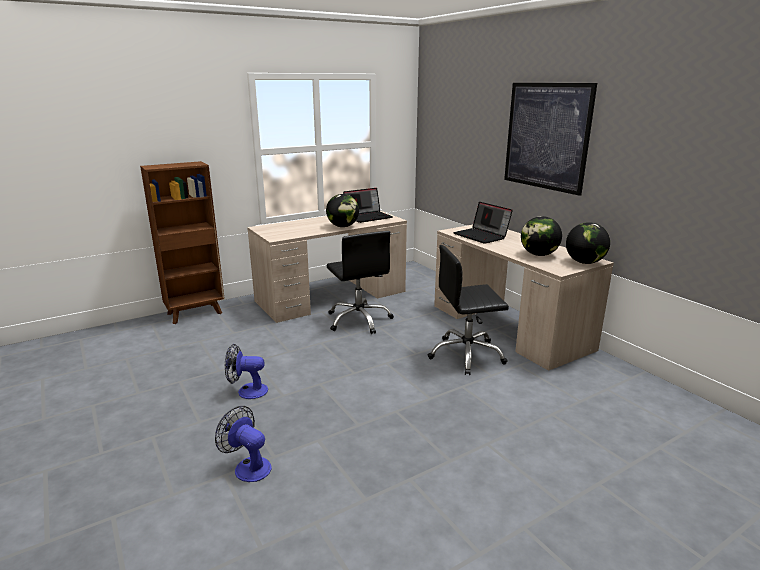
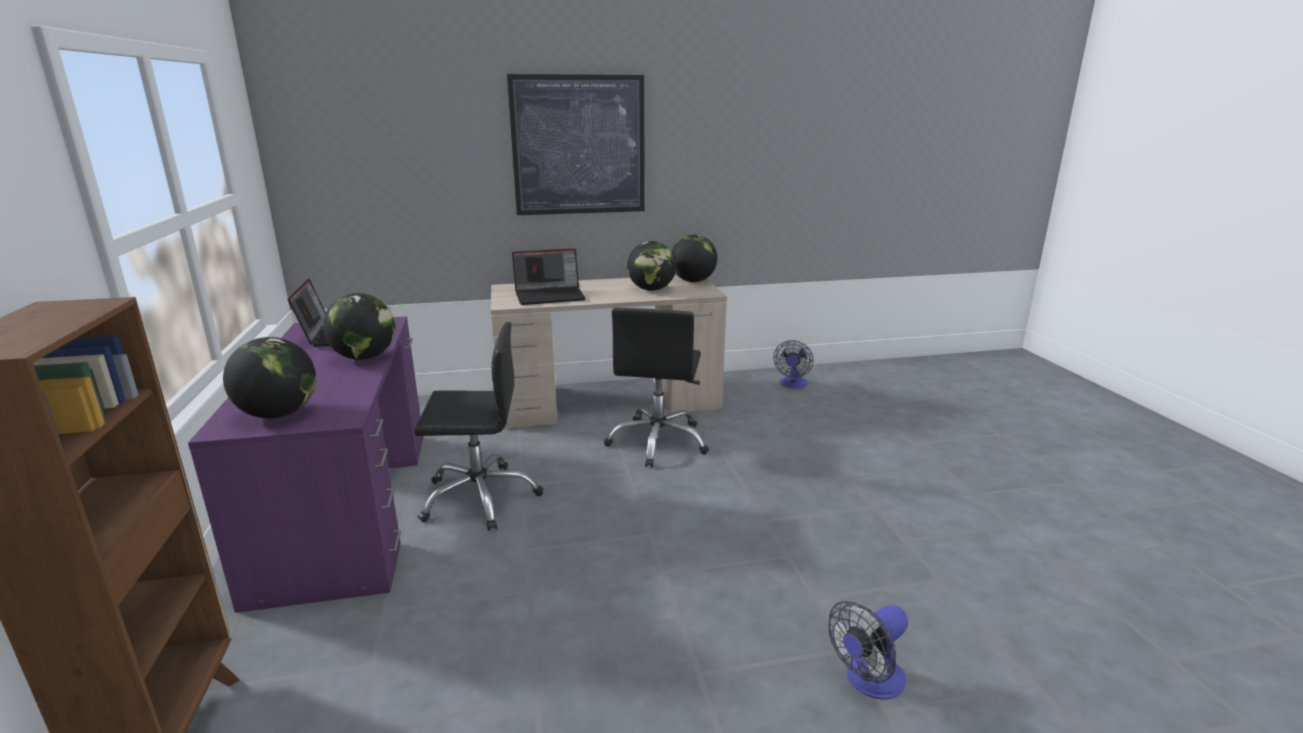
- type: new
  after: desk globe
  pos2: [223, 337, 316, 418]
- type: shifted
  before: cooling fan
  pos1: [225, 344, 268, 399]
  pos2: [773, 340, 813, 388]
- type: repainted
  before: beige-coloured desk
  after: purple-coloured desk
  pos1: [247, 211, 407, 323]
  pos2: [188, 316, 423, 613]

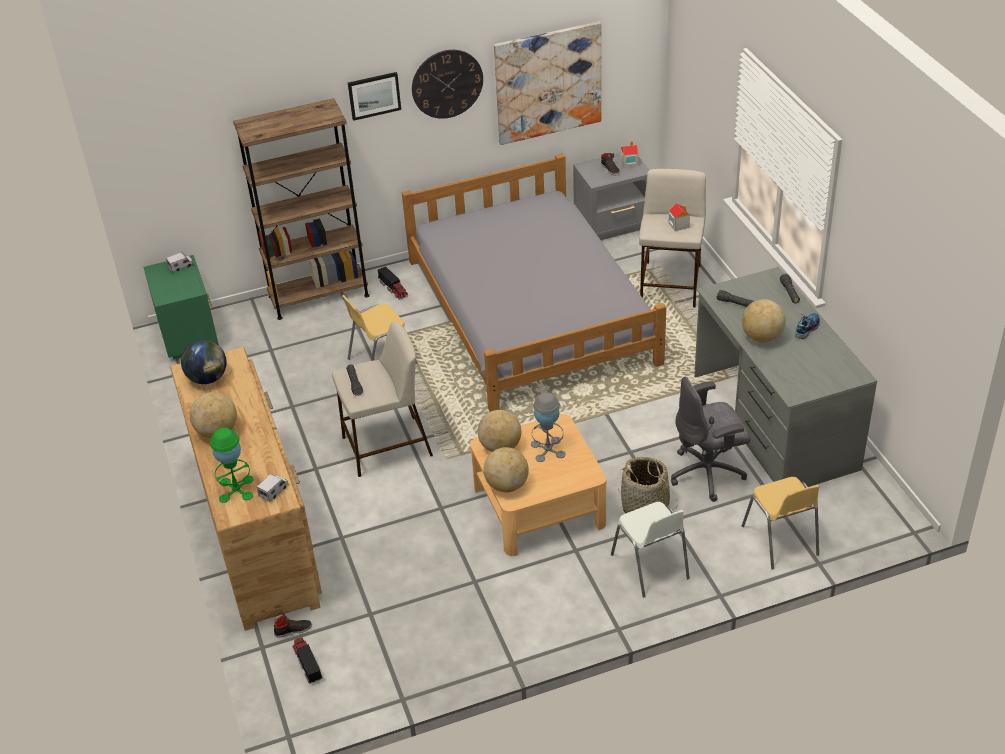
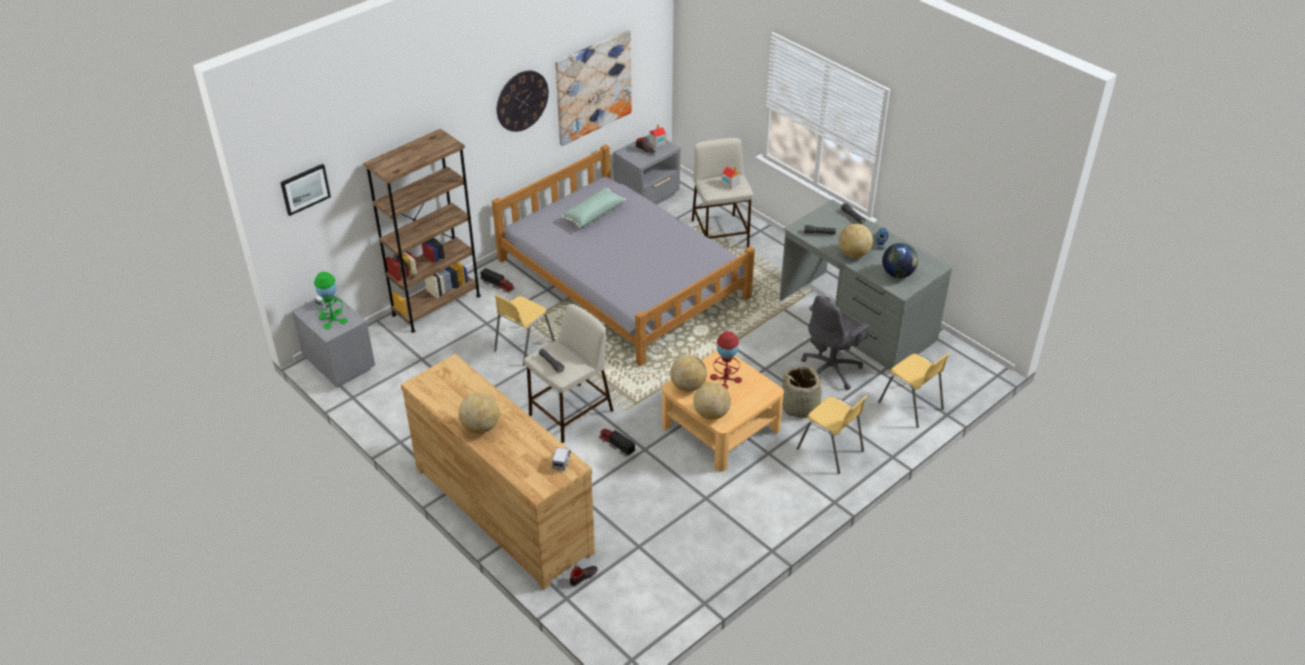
- type: new
  after: greenish pillow
  pos2: [562, 188, 626, 228]
- type: shifted
  before: desk globe
  pos1: [181, 340, 226, 384]
  pos2: [882, 243, 918, 278]
- type: shifted
  before: greenish tabletop lamp
  pos1: [210, 428, 254, 503]
  pos2: [314, 272, 348, 329]
- type: shifted
  before: toy truck
  pos1: [293, 637, 323, 684]
  pos2: [599, 428, 636, 457]
- type: shifted
  before: wall picture
  pos1: [348, 72, 401, 121]
  pos2: [280, 164, 331, 216]
- type: repainted
  before: greenish bedside table
  after: gray bedside table
  pos1: [143, 255, 219, 359]
  pos2: [292, 297, 375, 387]
- type: repainted
  before: gray tabletop lamp
  after: reddish tabletop lamp
  pos1: [531, 392, 566, 462]
  pos2: [710, 331, 742, 389]
- type: repainted
  before: white chair
  after: yellow chair
  pos1: [611, 502, 690, 597]
  pos2: [796, 396, 868, 474]

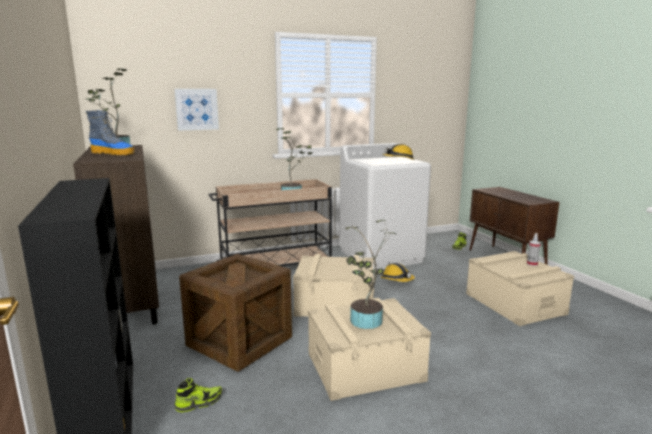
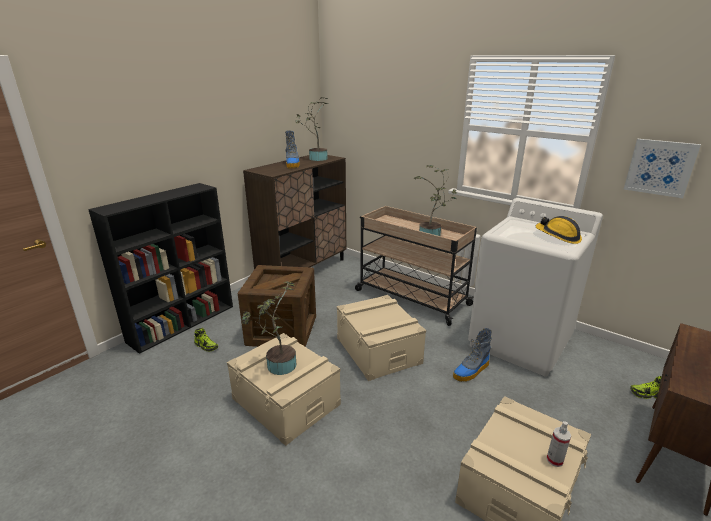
- type: shifted
  before: wall picture
  pos1: [174, 89, 219, 131]
  pos2: [624, 139, 701, 198]
- type: swapped
  before: work helmet
  after: high-top boot
  pos1: [381, 263, 415, 282]
  pos2: [453, 328, 492, 382]

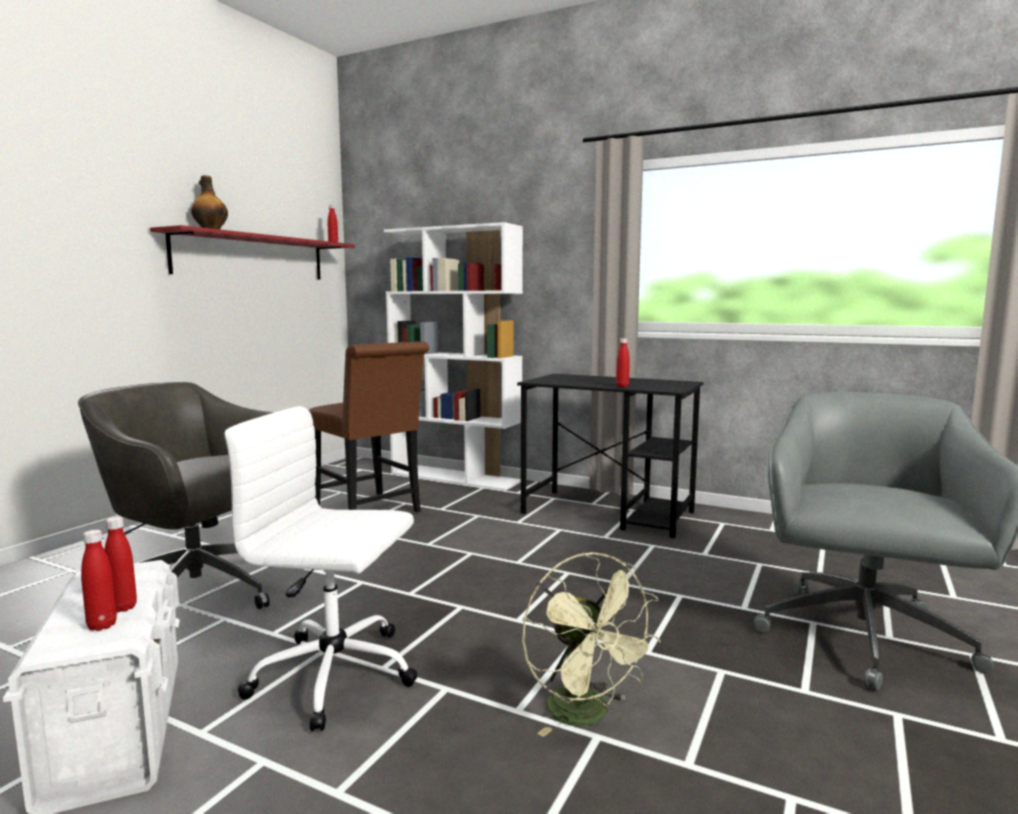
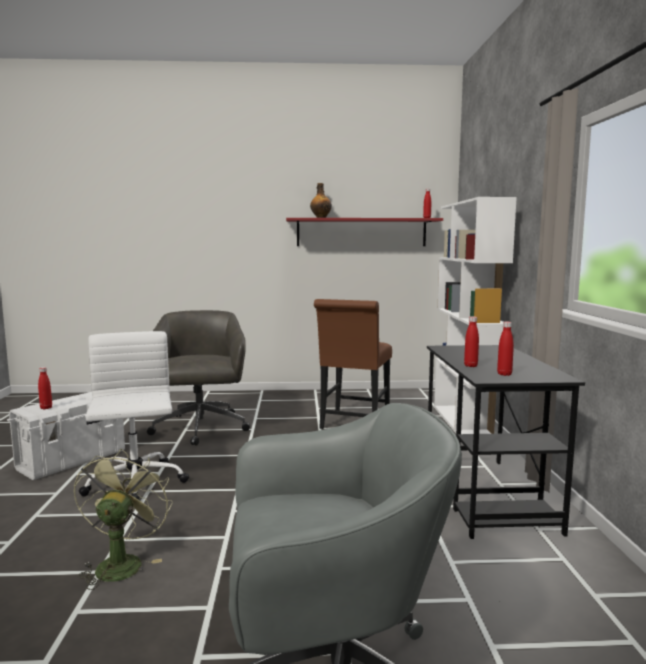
- type: shifted
  before: reddish drink bottle
  pos1: [104, 517, 137, 613]
  pos2: [497, 321, 514, 376]
- type: rotated
  before: greenish cooling fan
  pos1: [522, 552, 661, 737]
  pos2: [74, 449, 173, 590]
  turn: 150

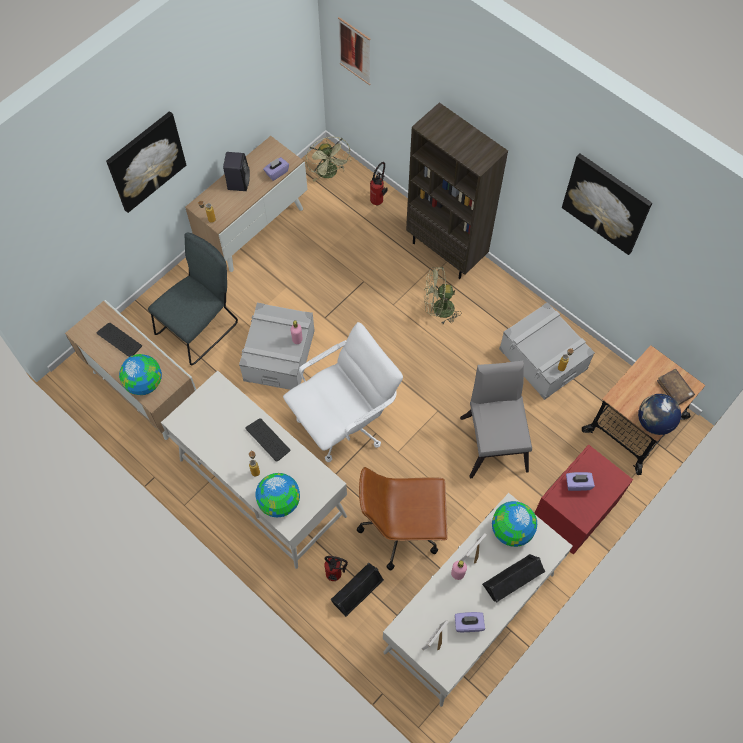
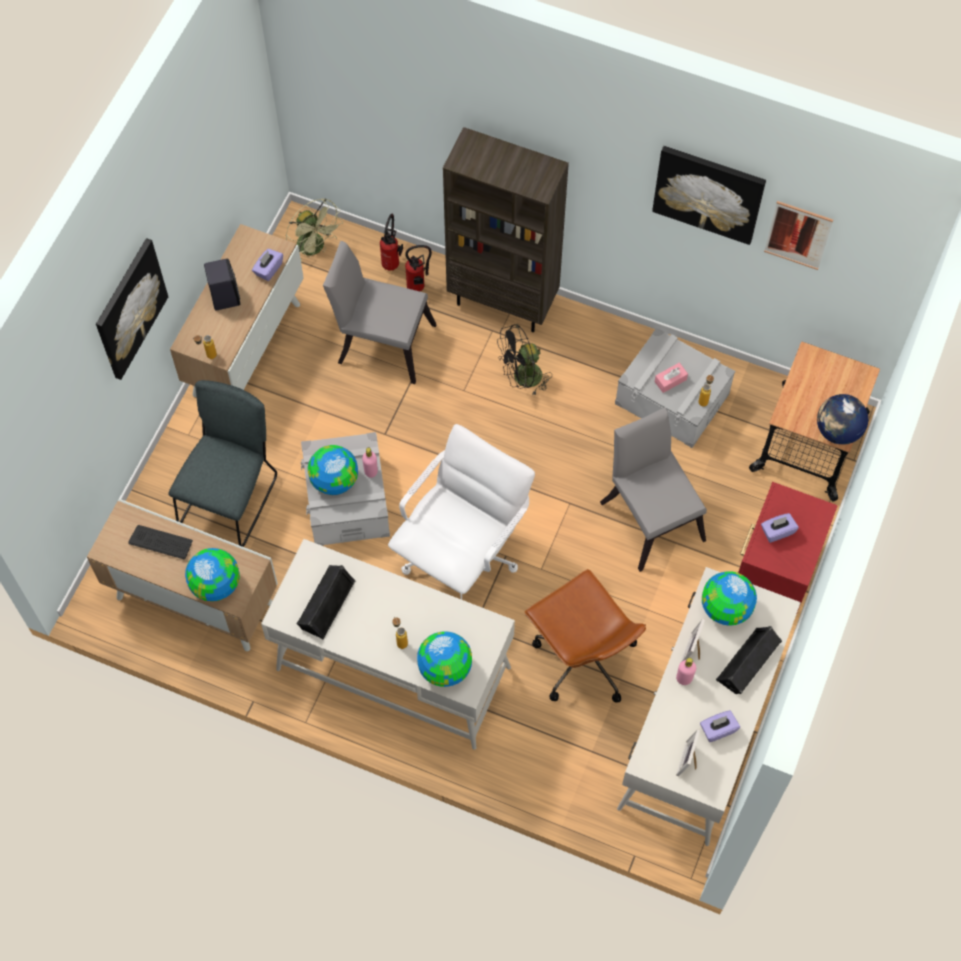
- type: gone
  before: PC keyboard
  pos1: [245, 418, 291, 462]
- type: gone
  before: brown volume
  pos1: [657, 369, 695, 405]
- type: new
  after: desk globe
  pos2: [308, 445, 358, 495]
- type: new
  after: gray chair
  pos2: [323, 241, 437, 384]
- type: new
  after: pinkish tissue holder
  pos2: [655, 363, 688, 393]
- type: shifted
  before: extinguisher
  pos1: [324, 556, 348, 581]
  pos2: [405, 245, 432, 291]
- type: shifted
  before: blackish speaker
  pos1: [330, 563, 384, 617]
  pos2: [296, 565, 355, 639]
- type: shifted
  before: wall picture
  pos1: [338, 17, 370, 85]
  pos2: [764, 201, 833, 270]
- type: repainted
  before: greenish cooling fan
  after: blackish cooling fan
  pos1: [424, 267, 461, 325]
  pos2: [497, 324, 552, 396]
- type: rotated
  before: brown desk chair
  pos1: [357, 467, 448, 571]
  pos2: [524, 569, 646, 703]
  turn: -105

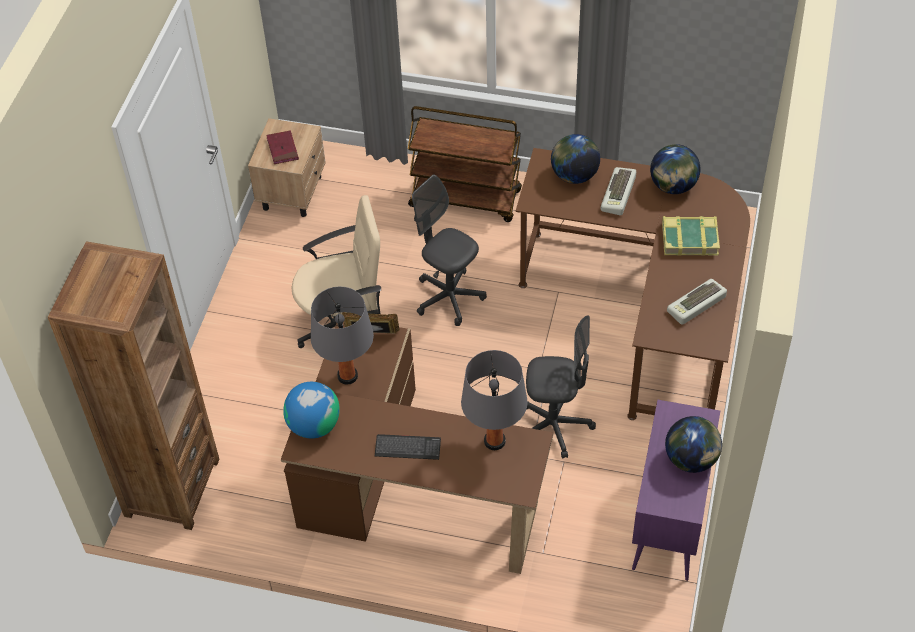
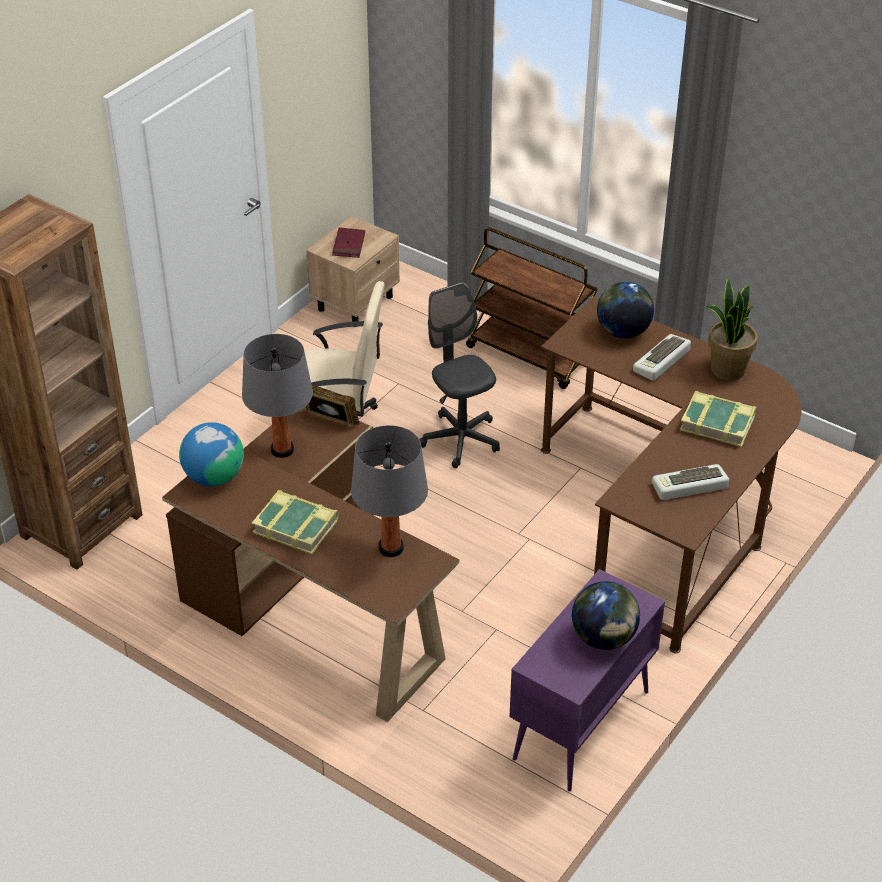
- type: gone
  before: gray desk chair
  pos1: [526, 316, 596, 459]
- type: swapped
  before: PC keyboard
  after: volume
  pos1: [375, 434, 441, 460]
  pos2: [252, 490, 339, 555]
- type: swapped
  before: desk globe
  after: potted plant
  pos1: [650, 144, 701, 194]
  pos2: [705, 278, 758, 381]

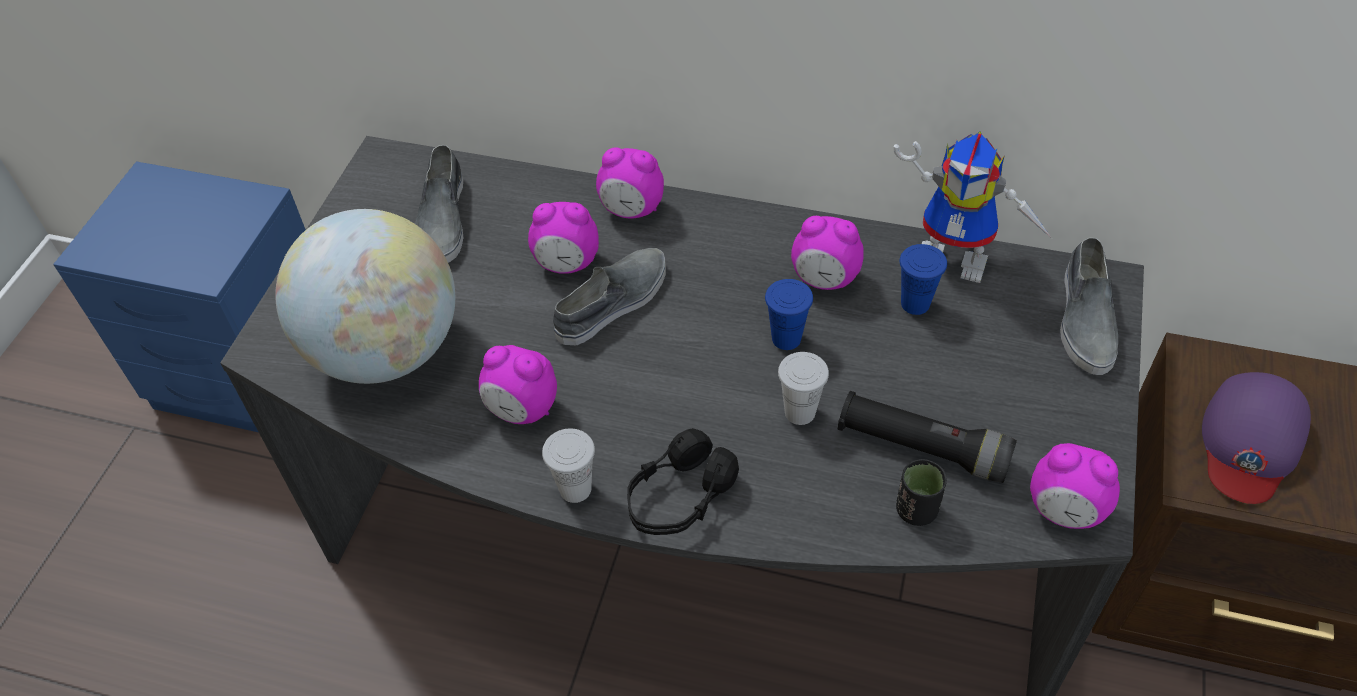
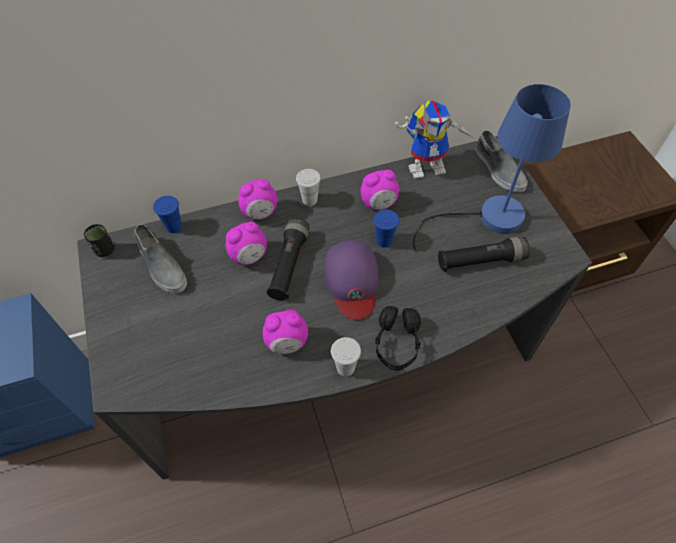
- type: gone
  before: desk globe
  pos1: [275, 209, 455, 384]
- type: gone
  before: table clock
  pos1: [1030, 443, 1120, 529]
- type: new
  after: bluish tabletop lamp
  pos2: [413, 84, 571, 252]
- type: shifted
  before: white small cup
  pos1: [778, 352, 829, 425]
  pos2: [296, 169, 321, 206]
- type: shifted
  before: blackish small cup
  pos1: [896, 459, 947, 526]
  pos2: [84, 224, 115, 257]
- type: shifted
  before: bluish small cup
  pos1: [900, 244, 947, 315]
  pos2: [153, 196, 182, 233]
- type: shifted
  before: purple-coloured cap
  pos1: [1202, 372, 1311, 504]
  pos2: [324, 240, 379, 319]
- type: swapped
  before: gray item of footwear
  after: blackish hand torch
  pos1: [553, 248, 666, 345]
  pos2: [267, 218, 309, 300]

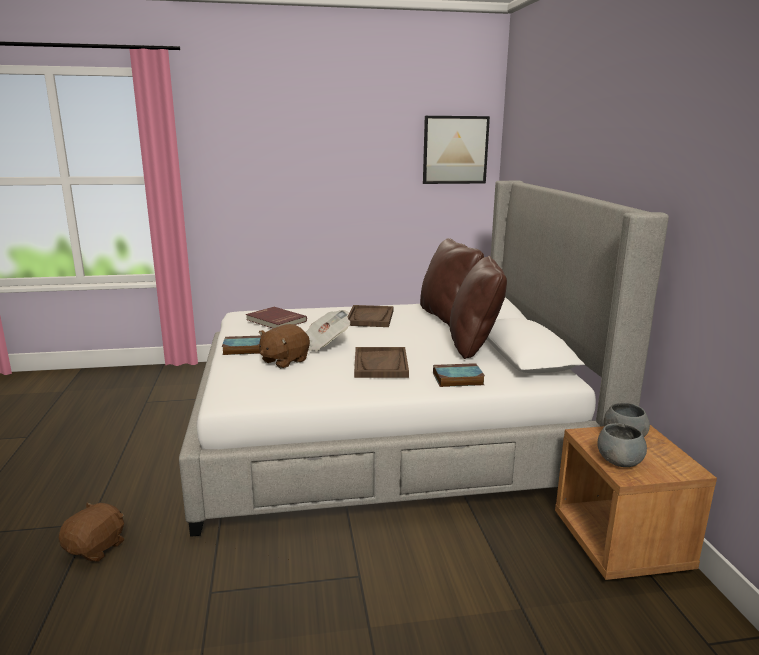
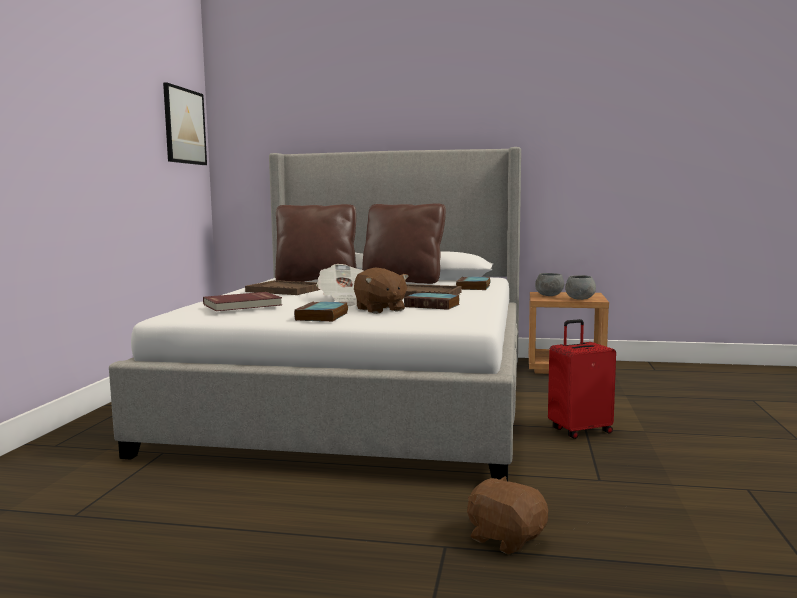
- type: new
  after: volume
  pos2: [404, 292, 460, 310]
- type: new
  after: reddish suitcase
  pos2: [548, 319, 616, 439]

